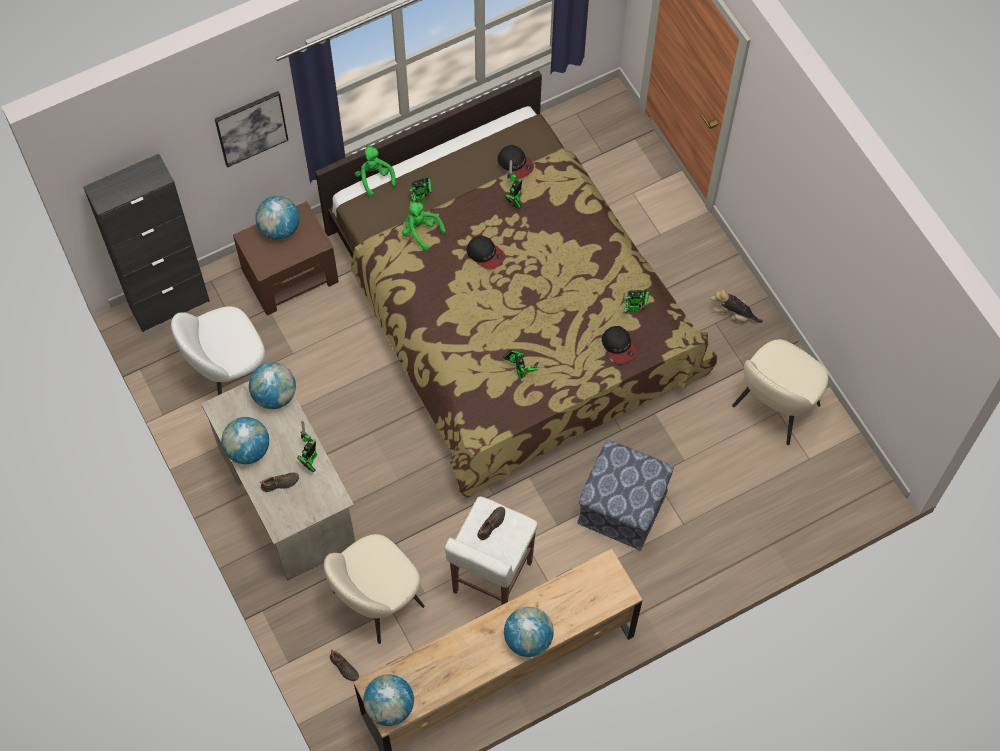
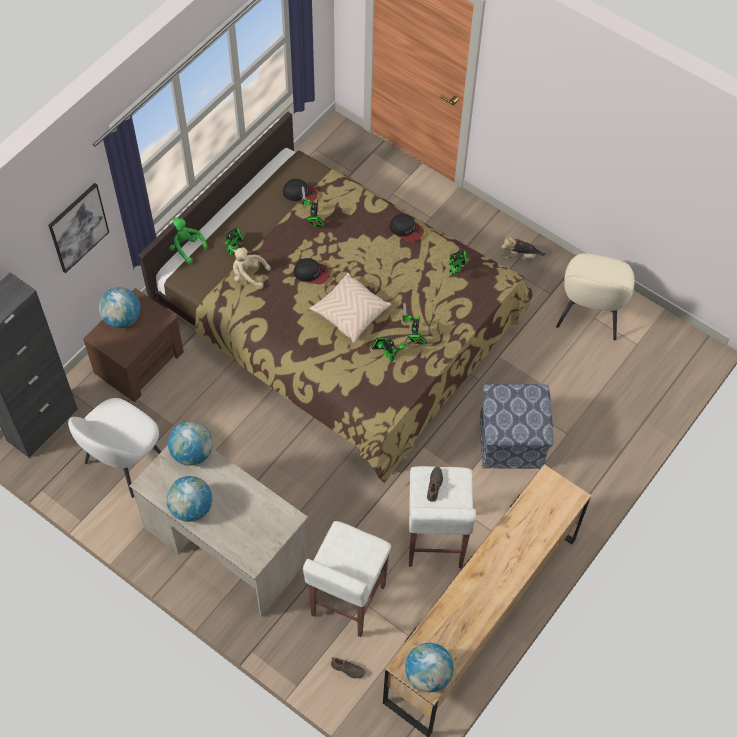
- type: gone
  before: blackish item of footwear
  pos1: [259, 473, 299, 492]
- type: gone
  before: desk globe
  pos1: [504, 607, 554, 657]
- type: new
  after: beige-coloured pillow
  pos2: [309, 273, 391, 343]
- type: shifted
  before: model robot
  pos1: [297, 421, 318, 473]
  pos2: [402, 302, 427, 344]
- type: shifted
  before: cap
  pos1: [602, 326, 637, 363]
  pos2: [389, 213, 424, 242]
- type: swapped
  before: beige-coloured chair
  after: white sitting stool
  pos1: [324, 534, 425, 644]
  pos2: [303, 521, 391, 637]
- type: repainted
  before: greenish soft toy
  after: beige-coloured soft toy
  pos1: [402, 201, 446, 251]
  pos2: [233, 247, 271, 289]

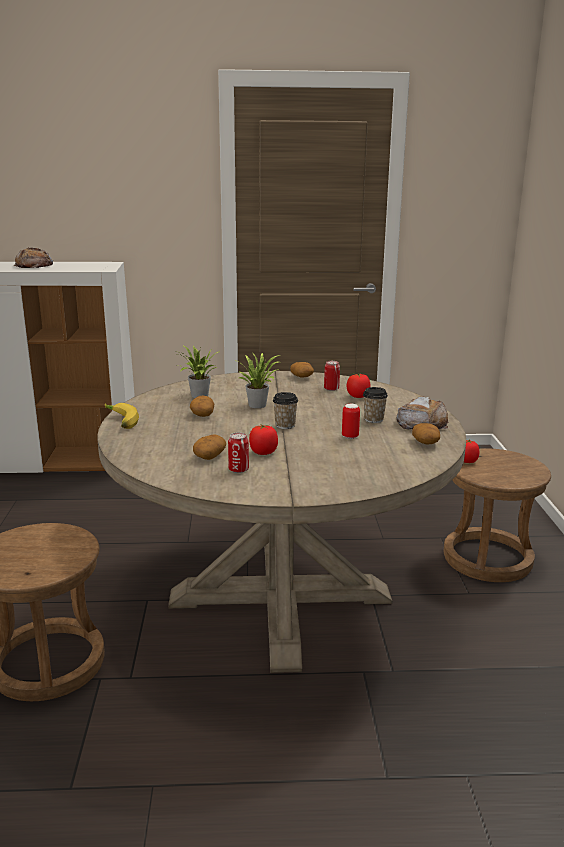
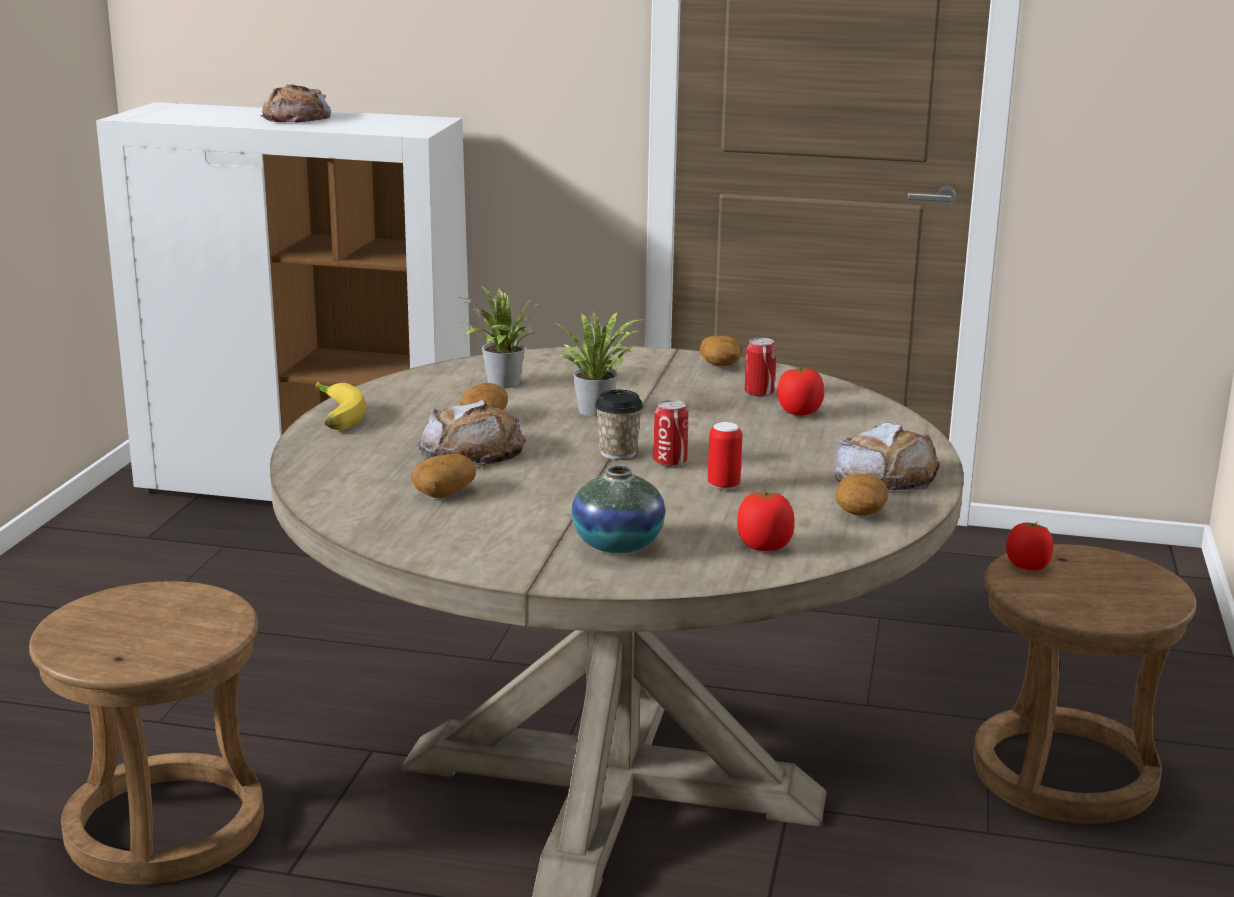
- type: gone
  before: small cup
  pos1: [363, 387, 388, 423]
- type: new
  after: baked bread
  pos2: [418, 400, 526, 467]
- type: new
  after: flower vase
  pos2: [572, 466, 665, 553]
- type: shifted
  before: sealed can
  pos1: [228, 432, 249, 473]
  pos2: [653, 400, 688, 467]
- type: shifted
  before: tomato
  pos1: [249, 424, 278, 455]
  pos2: [737, 489, 795, 551]

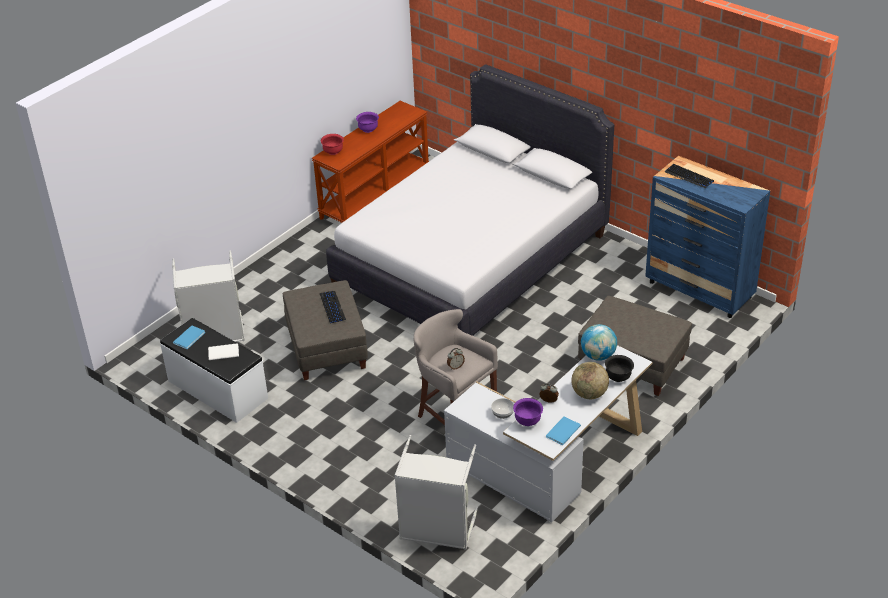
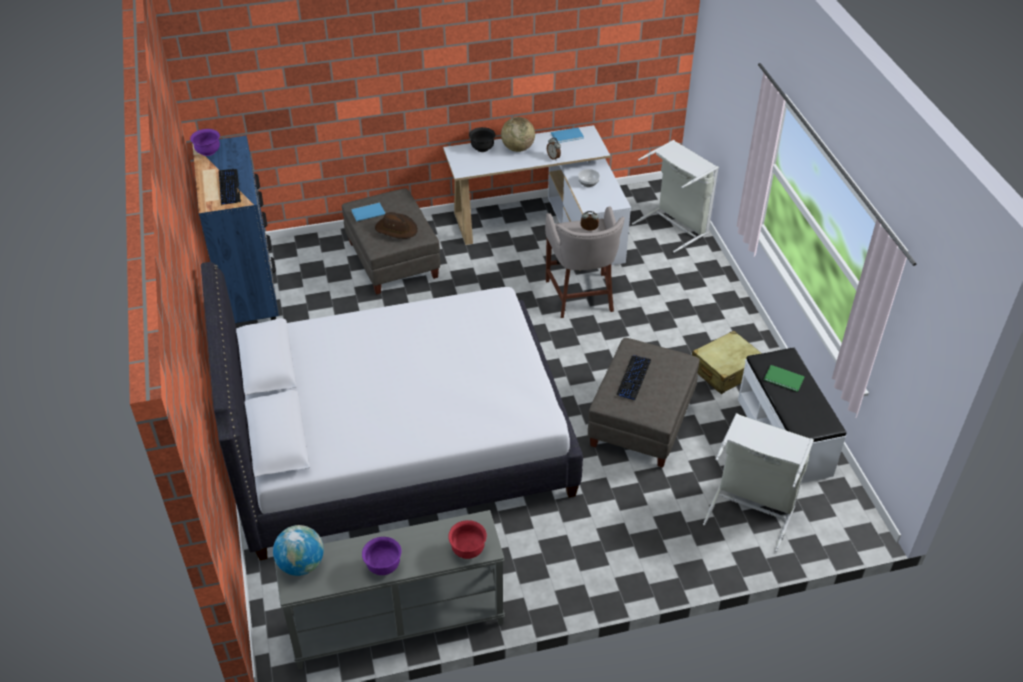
- type: new
  after: brown wearable hat
  pos2: [375, 212, 418, 239]
- type: new
  after: beige-coloured suitcase
  pos2: [692, 330, 762, 394]
- type: shifted
  before: bluish volume
  pos1: [173, 325, 205, 349]
  pos2: [351, 203, 385, 222]
- type: shifted
  before: purple-coloured deep dish
  pos1: [513, 398, 543, 426]
  pos2: [190, 129, 220, 156]
- type: shifted
  before: desk globe
  pos1: [581, 324, 617, 361]
  pos2: [273, 525, 324, 576]
- type: repainted
  before: white volume
  after: greenish volume
  pos1: [208, 343, 239, 360]
  pos2: [764, 365, 805, 392]
- type: repainted
  before: brown narrow table
  after: gray narrow table
  pos1: [312, 101, 429, 223]
  pos2: [275, 510, 505, 670]

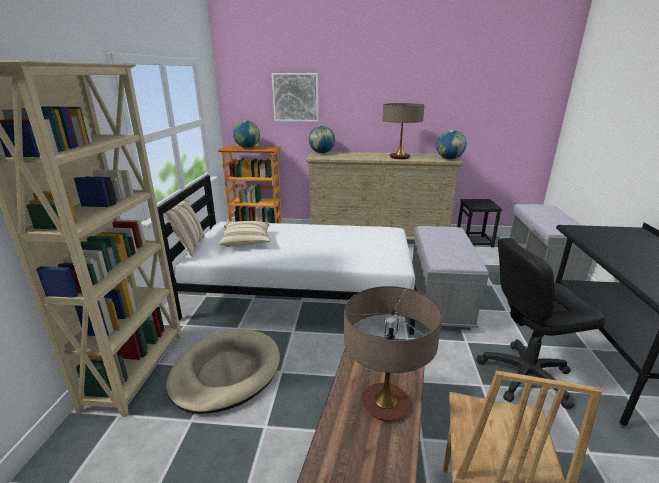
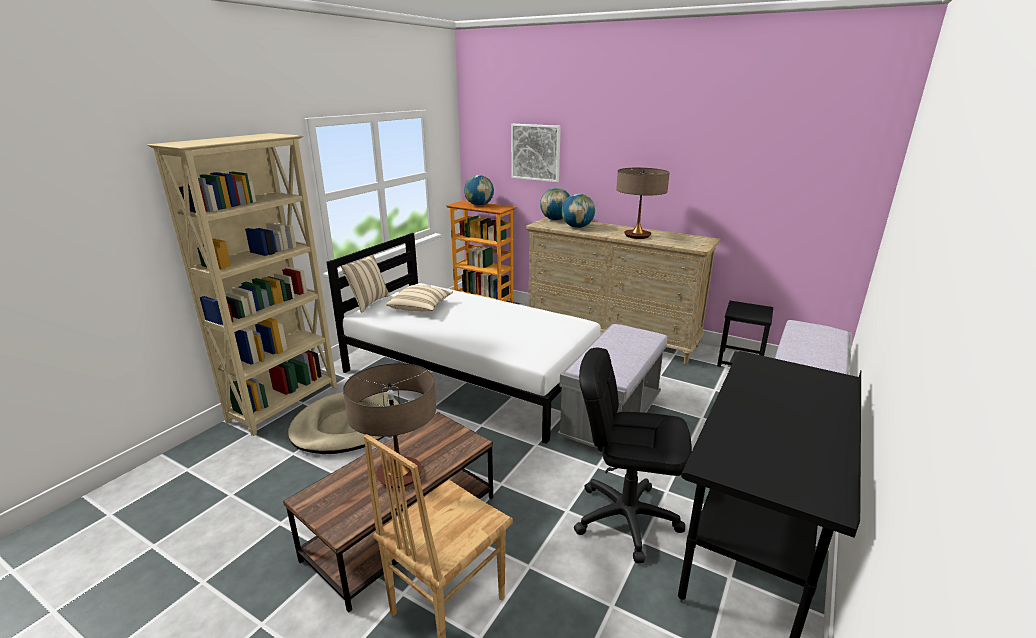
- type: shifted
  before: desk globe
  pos1: [436, 130, 467, 160]
  pos2: [562, 194, 595, 228]

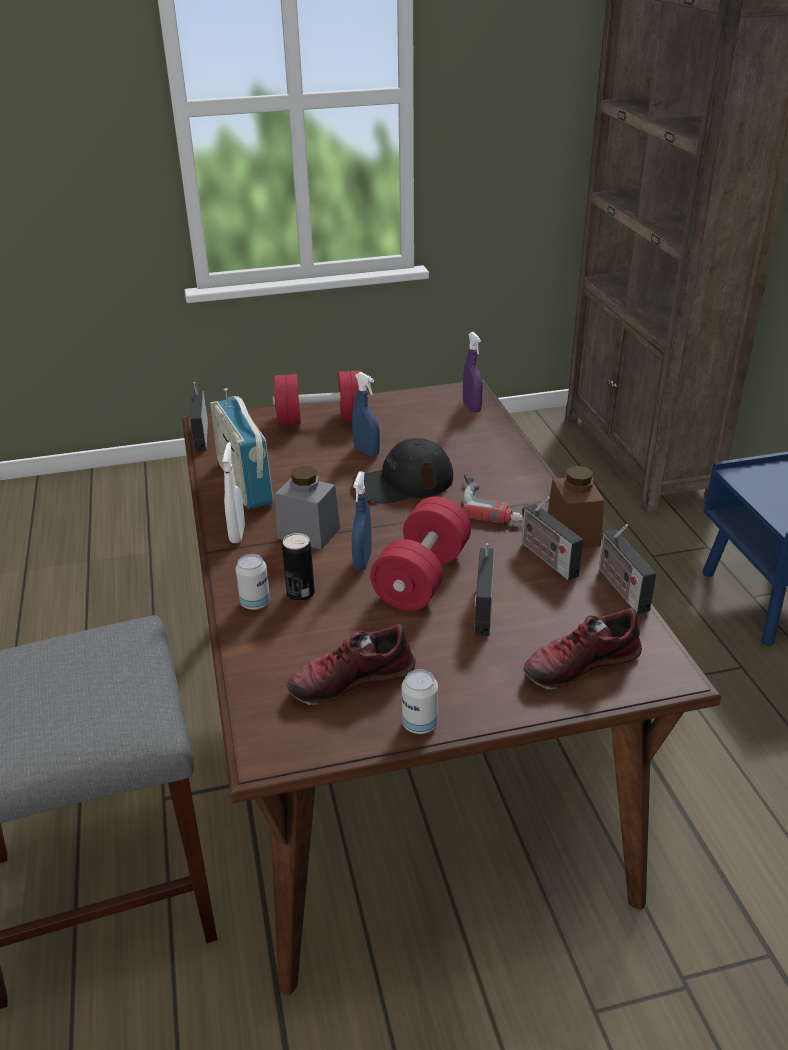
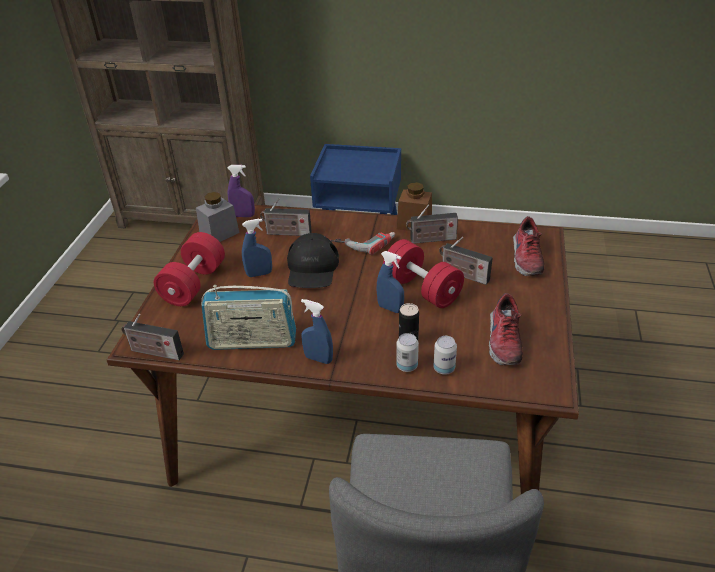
- type: shifted
  before: gray preserve jar
  pos1: [275, 466, 340, 550]
  pos2: [196, 192, 240, 242]
- type: shifted
  before: sealed can
  pos1: [402, 669, 438, 734]
  pos2: [433, 336, 457, 375]
- type: shifted
  before: radio set
  pos1: [599, 524, 656, 614]
  pos2: [260, 198, 312, 236]
- type: repainted
  before: white hand sprayer
  after: bluish hand sprayer
  pos1: [222, 442, 245, 543]
  pos2: [301, 299, 333, 364]

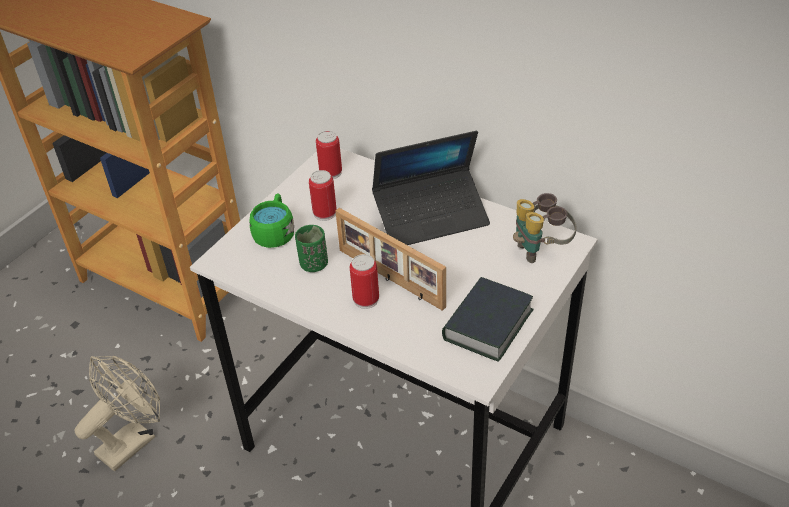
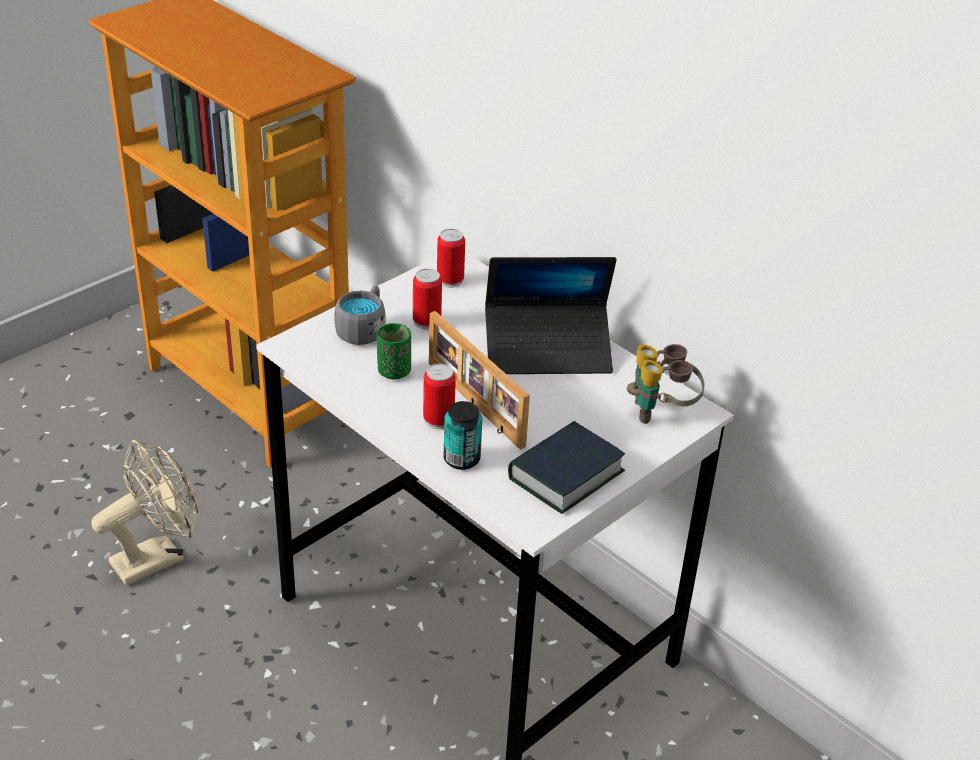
- type: new
  after: sealed can
  pos2: [444, 401, 482, 470]
- type: repainted
  before: greenish tea mug
  after: gray tea mug
  pos1: [249, 194, 294, 248]
  pos2: [334, 285, 386, 345]

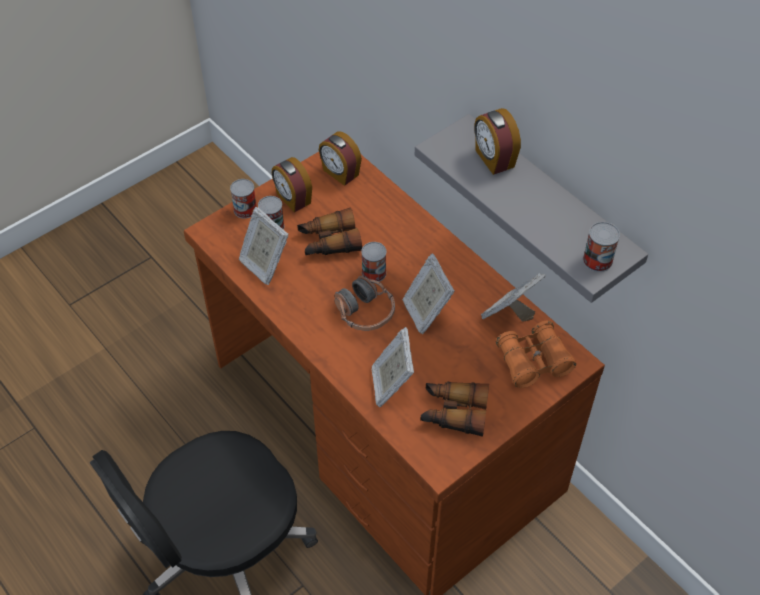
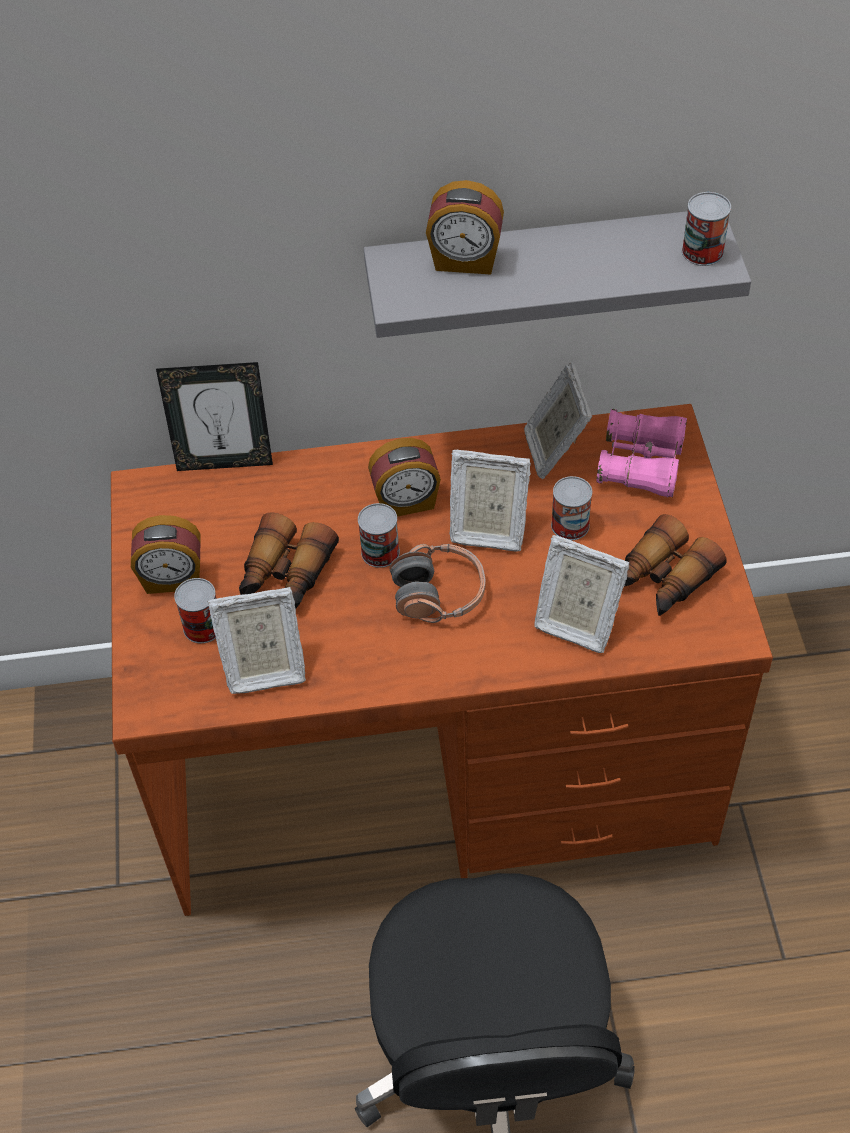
- type: new
  after: photo frame
  pos2: [156, 362, 273, 471]
- type: shifted
  before: sealed can
  pos1: [230, 179, 257, 219]
  pos2: [551, 476, 592, 540]
- type: shifted
  before: table clock
  pos1: [319, 132, 362, 186]
  pos2: [368, 438, 441, 517]
- type: repainted
  before: orange-coloured pair of binoculars
  after: pinkish pair of binoculars
  pos1: [496, 321, 576, 388]
  pos2: [596, 409, 687, 497]

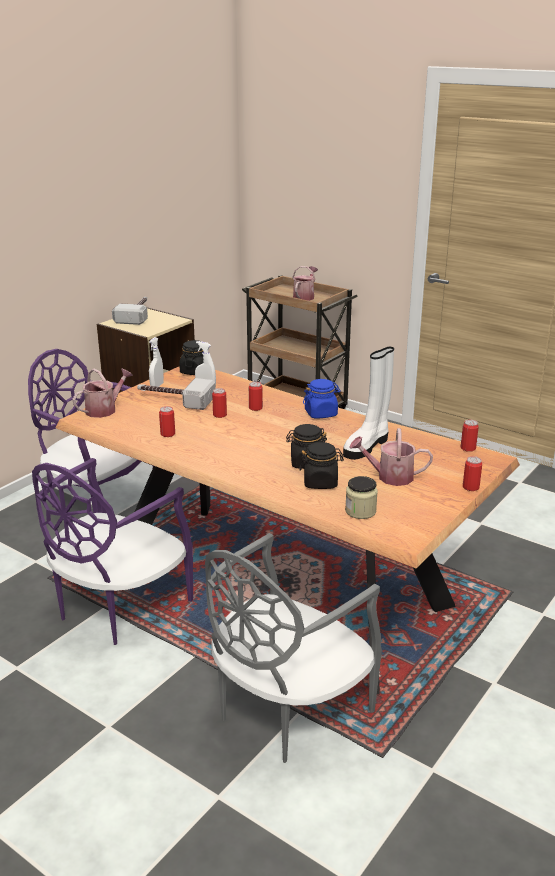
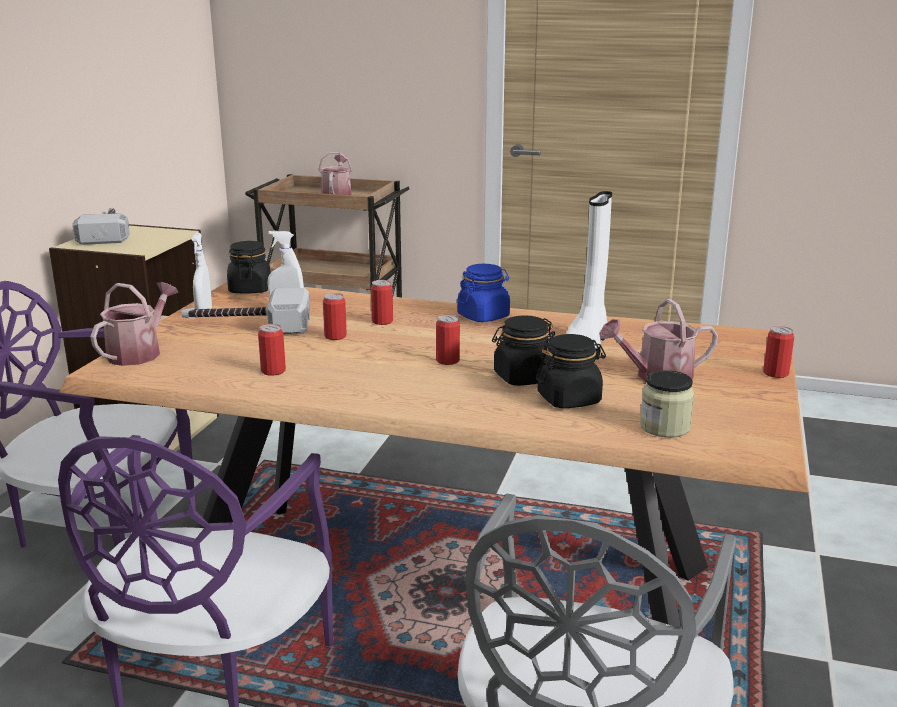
- type: shifted
  before: sealed can
  pos1: [461, 420, 479, 452]
  pos2: [436, 315, 460, 365]

